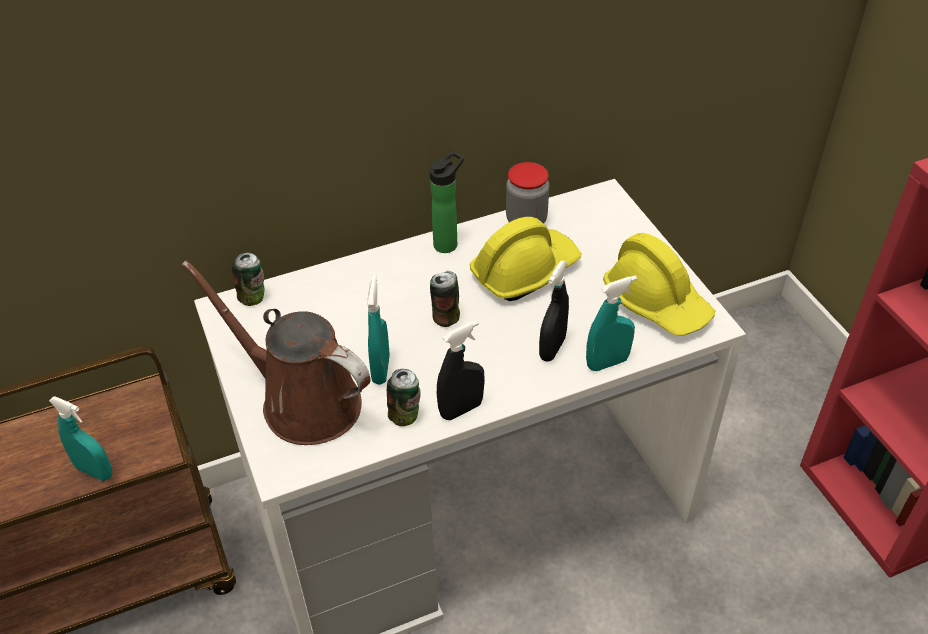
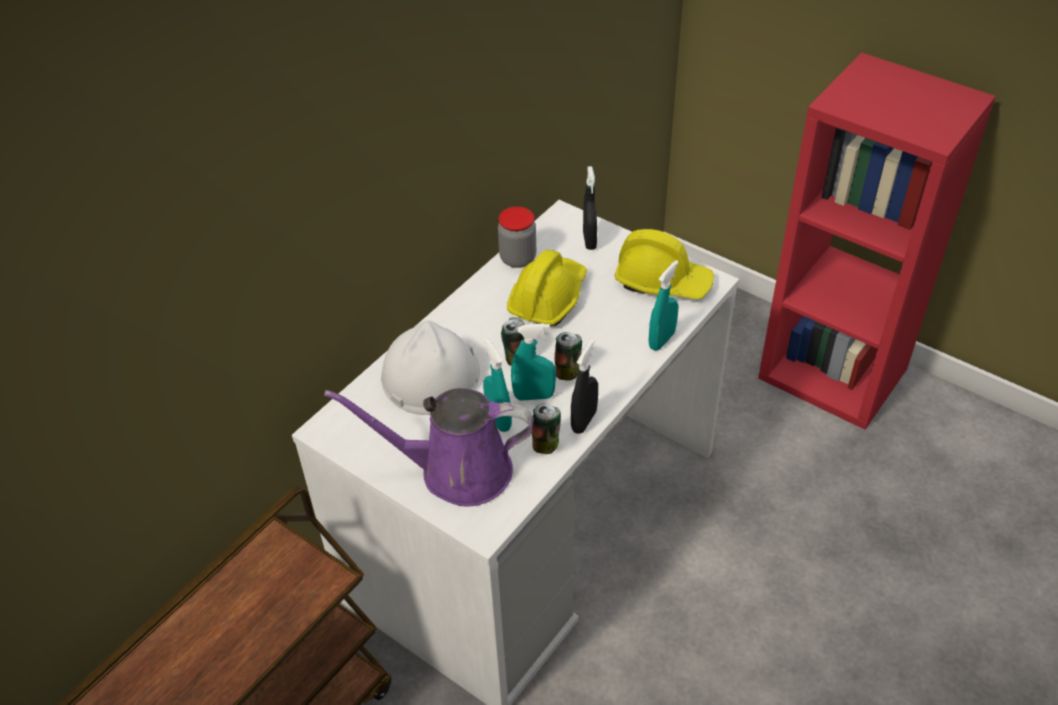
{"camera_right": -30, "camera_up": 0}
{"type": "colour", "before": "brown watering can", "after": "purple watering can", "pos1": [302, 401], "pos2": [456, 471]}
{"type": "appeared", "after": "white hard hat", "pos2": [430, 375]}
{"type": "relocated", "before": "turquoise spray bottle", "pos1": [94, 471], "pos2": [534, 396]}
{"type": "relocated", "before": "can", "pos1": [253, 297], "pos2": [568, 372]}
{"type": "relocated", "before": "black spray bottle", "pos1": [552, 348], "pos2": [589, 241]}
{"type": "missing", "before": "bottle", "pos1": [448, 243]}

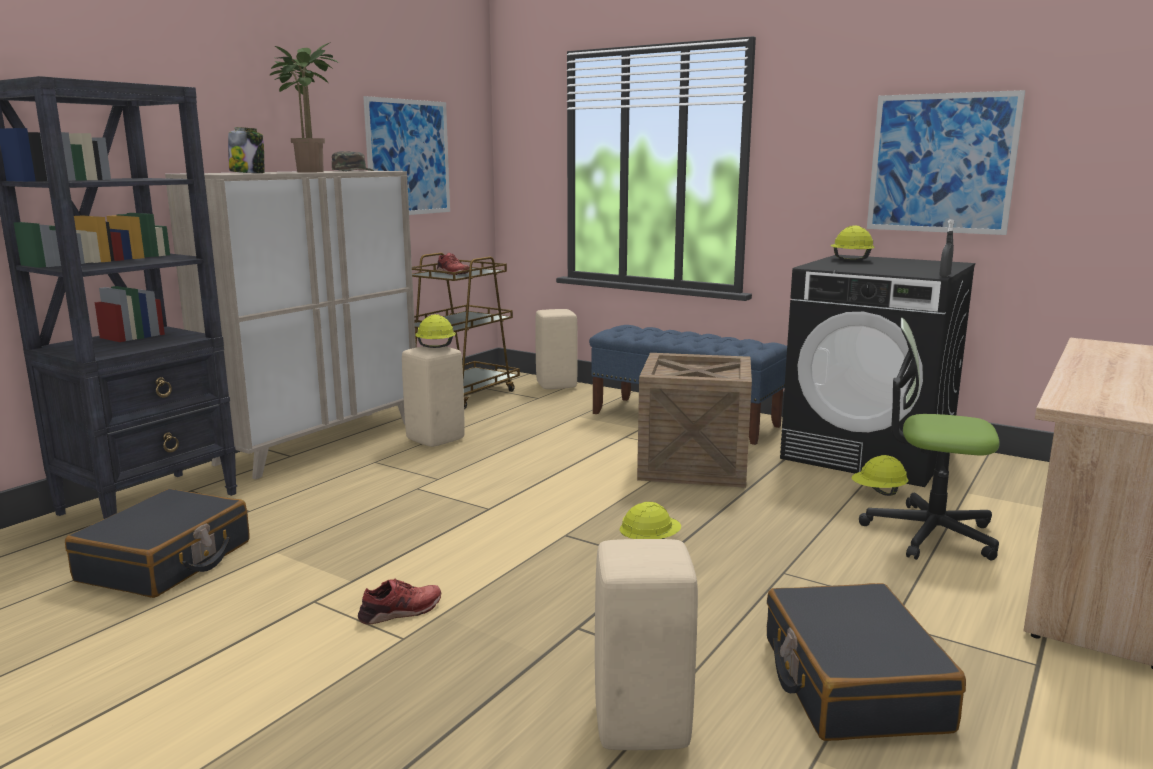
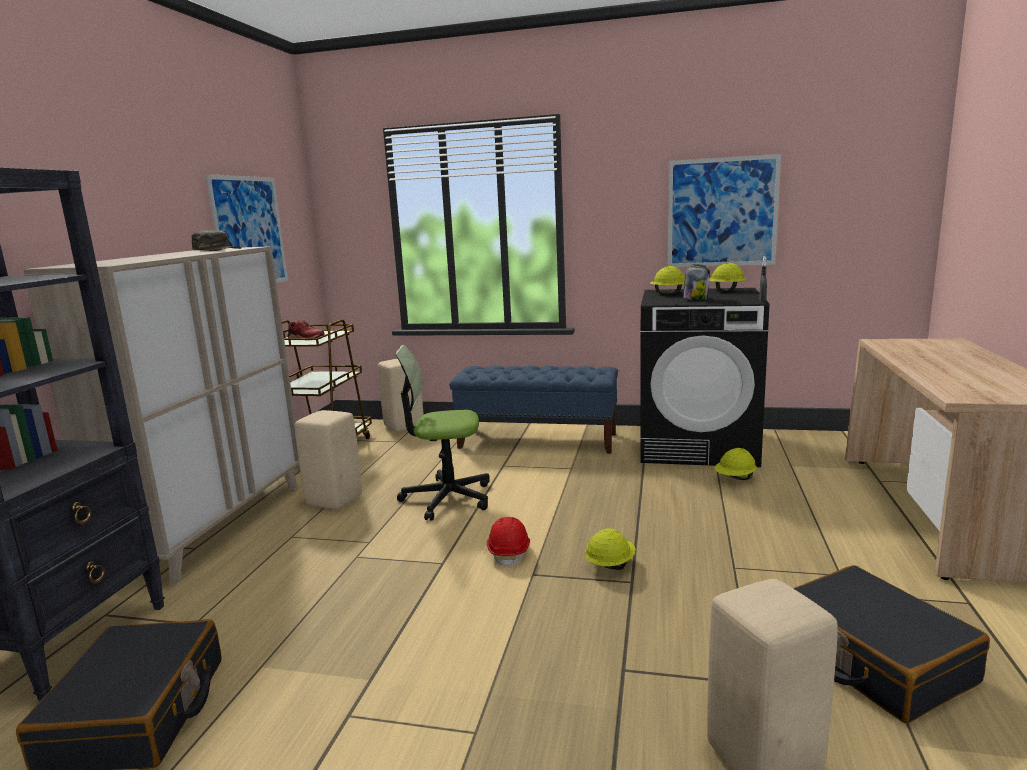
{"camera_right": -20, "camera_up": 0}
{"type": "relocated", "before": "office chair", "pos1": [929, 533], "pos2": [447, 498]}
{"type": "appeared", "after": "red hard hat", "pos2": [509, 552]}
{"type": "relocated", "before": "jar", "pos1": [248, 173], "pos2": [695, 299]}
{"type": "relocated", "before": "yellow hard hat", "pos1": [435, 346], "pos2": [724, 290]}
{"type": "missing", "before": "potted plant", "pos1": [310, 172]}
{"type": "missing", "before": "red shoe", "pos1": [400, 611]}
{"type": "missing", "before": "crate", "pos1": [693, 465]}

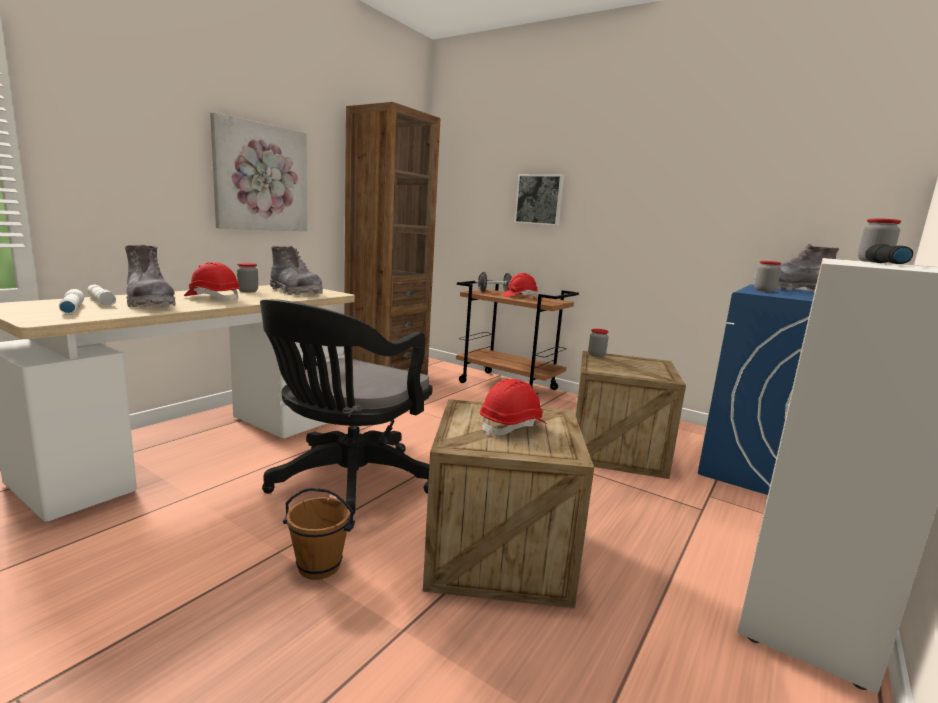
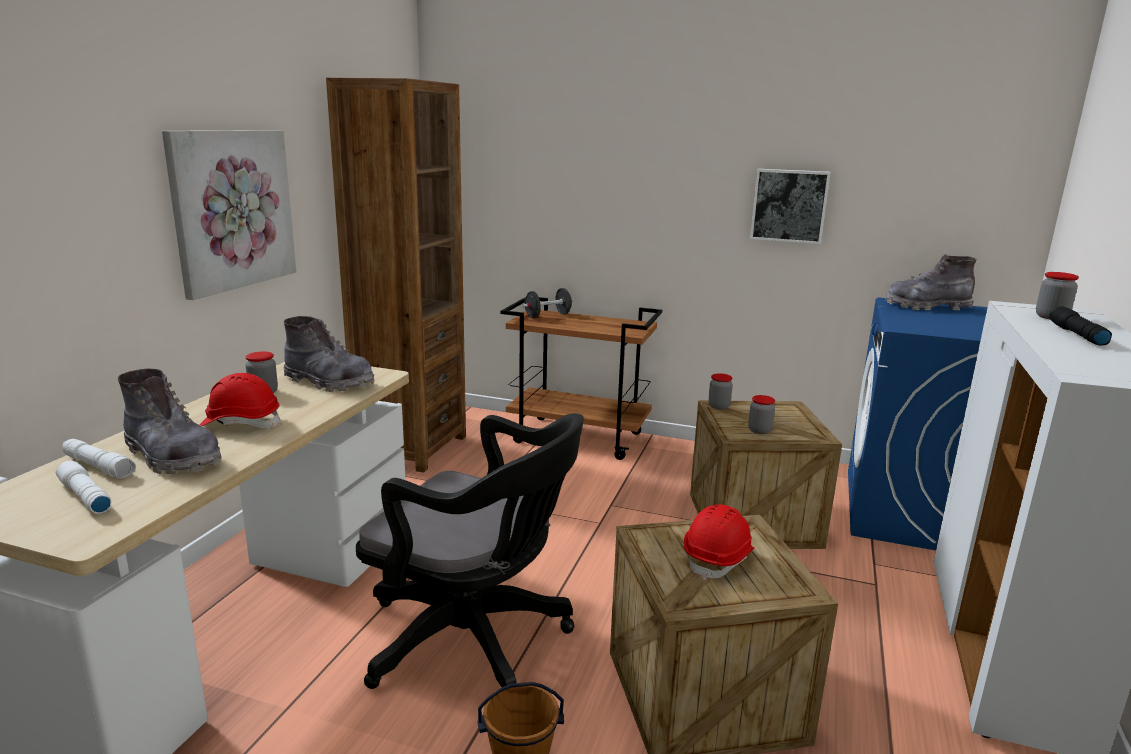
{"camera_right": -15, "camera_up": 5}
{"type": "spun", "before": "black office chair", "pos1": [346, 484], "pos2": [475, 641], "turn": -75}
{"type": "relocated", "before": "jar", "pos1": [764, 291], "pos2": [759, 430]}
{"type": "relocated", "before": "picture", "pos1": [539, 200], "pos2": [789, 205]}
{"type": "missing", "before": "red hard hat", "pos1": [519, 296]}

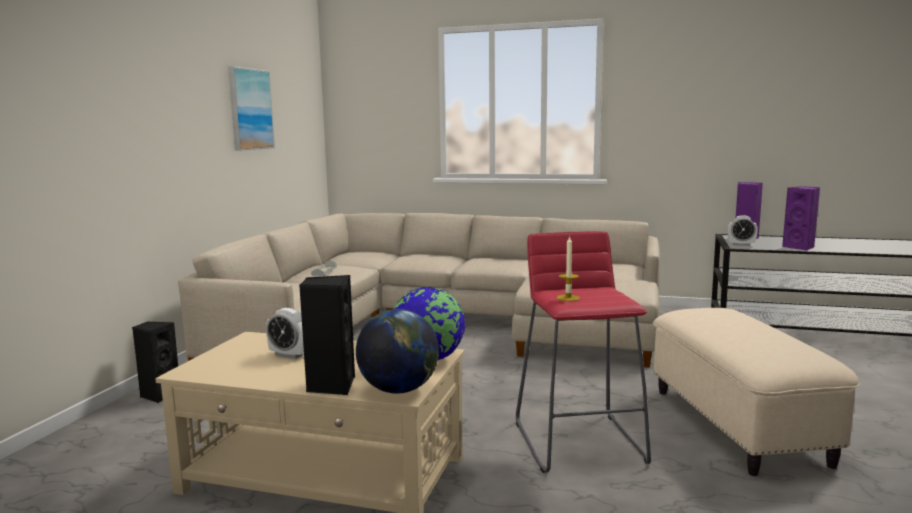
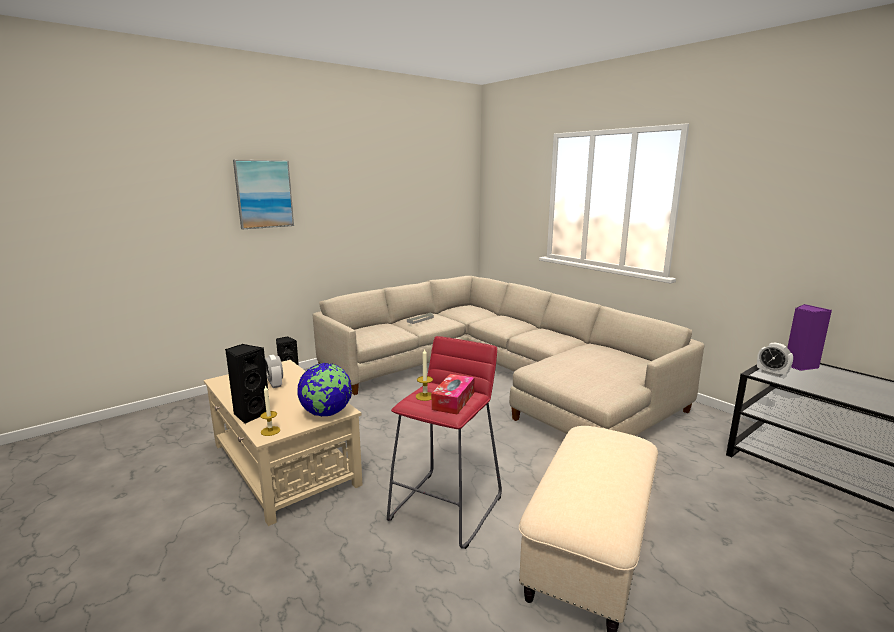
{"camera_right": 35, "camera_up": 5}
{"type": "relocated", "before": "picture", "pos1": [250, 109], "pos2": [264, 194]}
{"type": "exchanged", "before": "globe", "after": "candle", "pos1": [399, 390], "pos2": [270, 431]}
{"type": "appeared", "after": "tissue box", "pos2": [453, 401]}
{"type": "missing", "before": "purple speaker", "pos1": [800, 247]}

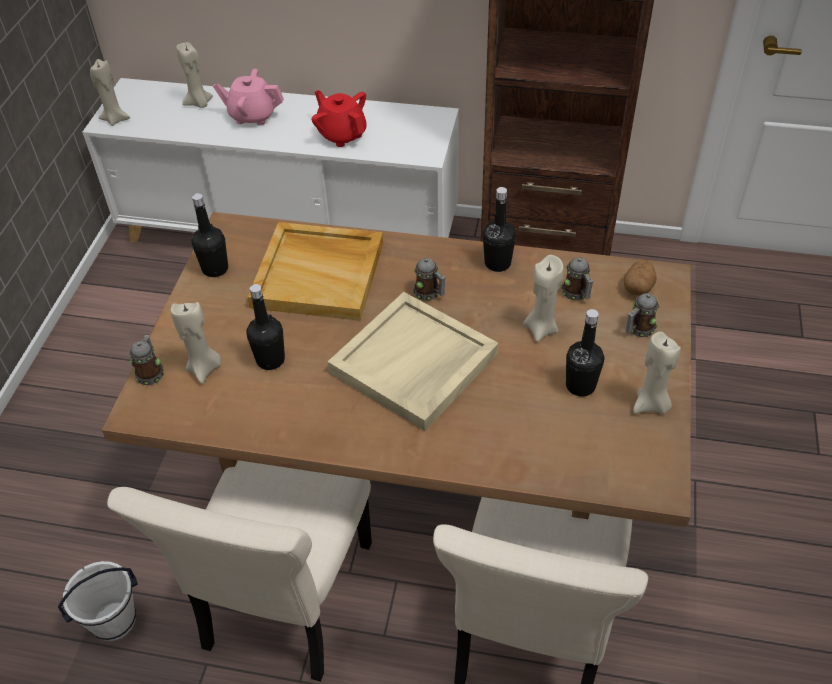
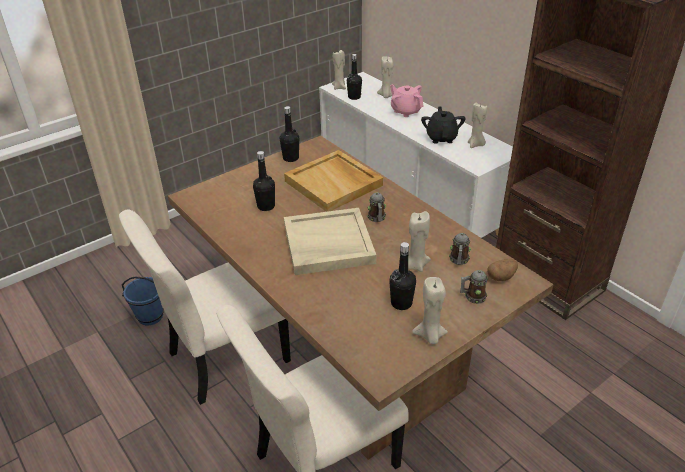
{"camera_right": 40, "camera_up": -10}
{"type": "colour", "before": "white bucket", "after": "blue bucket", "pos1": [114, 622], "pos2": [150, 317]}
{"type": "relocated", "before": "black bottle", "pos1": [497, 263], "pos2": [354, 97]}
{"type": "colour", "before": "red teapot", "after": "black teapot", "pos1": [342, 134], "pos2": [441, 138]}
{"type": "relocated", "before": "beige candle", "pos1": [204, 368], "pos2": [475, 145]}
{"type": "missing", "before": "mug", "pos1": [151, 372]}

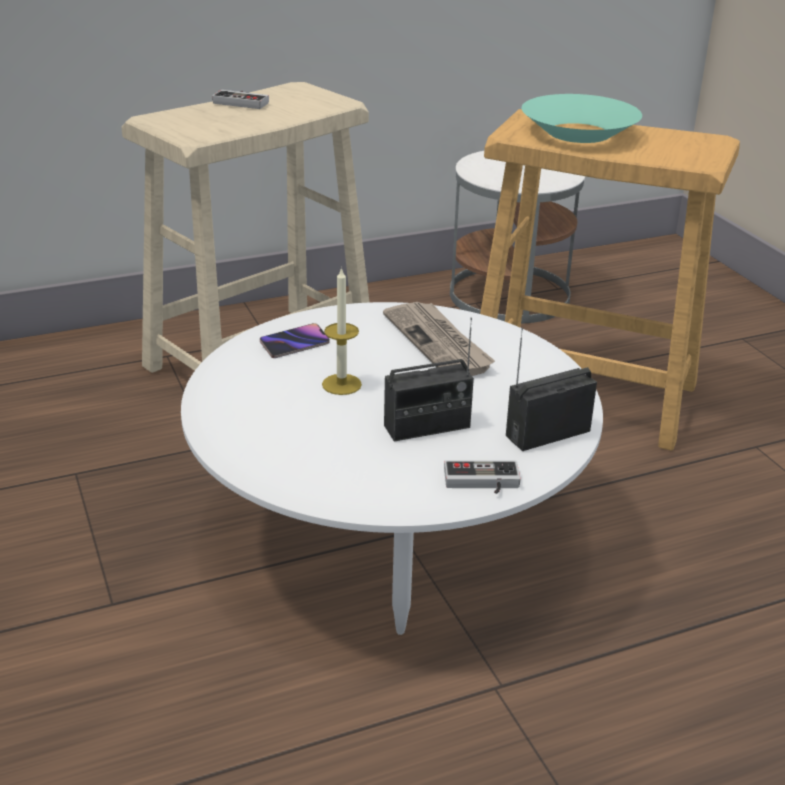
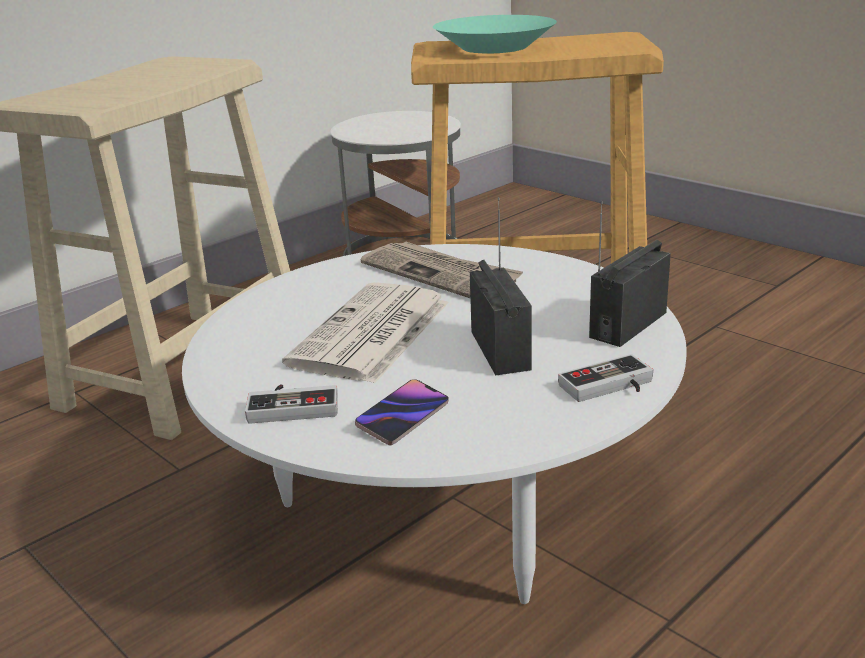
{"camera_right": -20, "camera_up": -5}
{"type": "relocated", "before": "game controller", "pos1": [243, 101], "pos2": [293, 405]}
{"type": "exchanged", "before": "candle", "after": "newspaper", "pos1": [341, 384], "pos2": [371, 334]}
{"type": "relocated", "before": "phone", "pos1": [295, 344], "pos2": [403, 416]}
{"type": "spun", "before": "radio", "pos1": [427, 427], "pos2": [501, 350], "turn": -60}

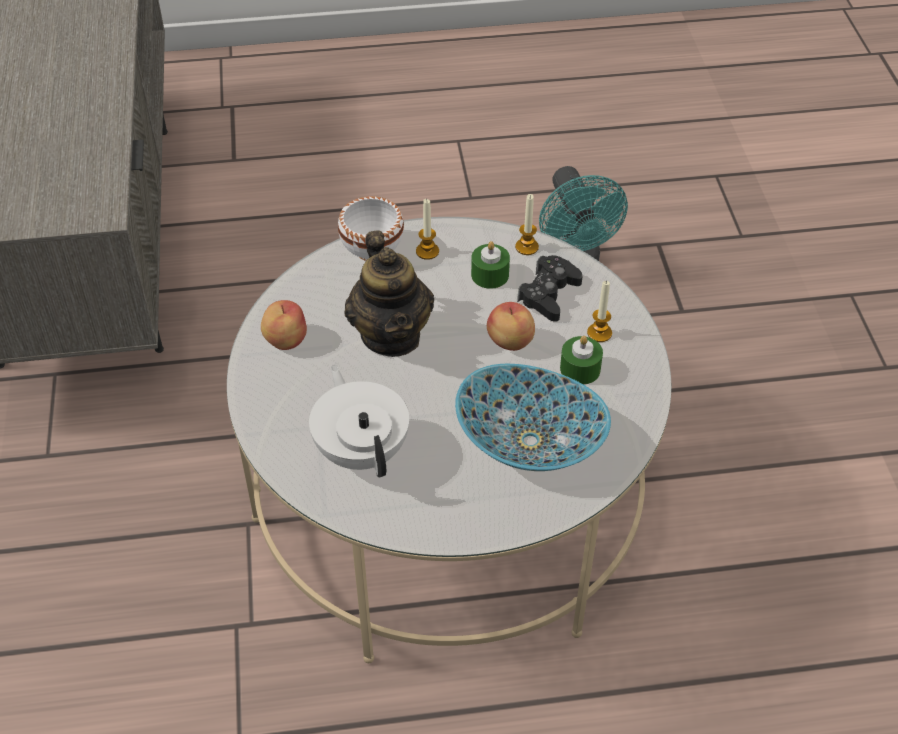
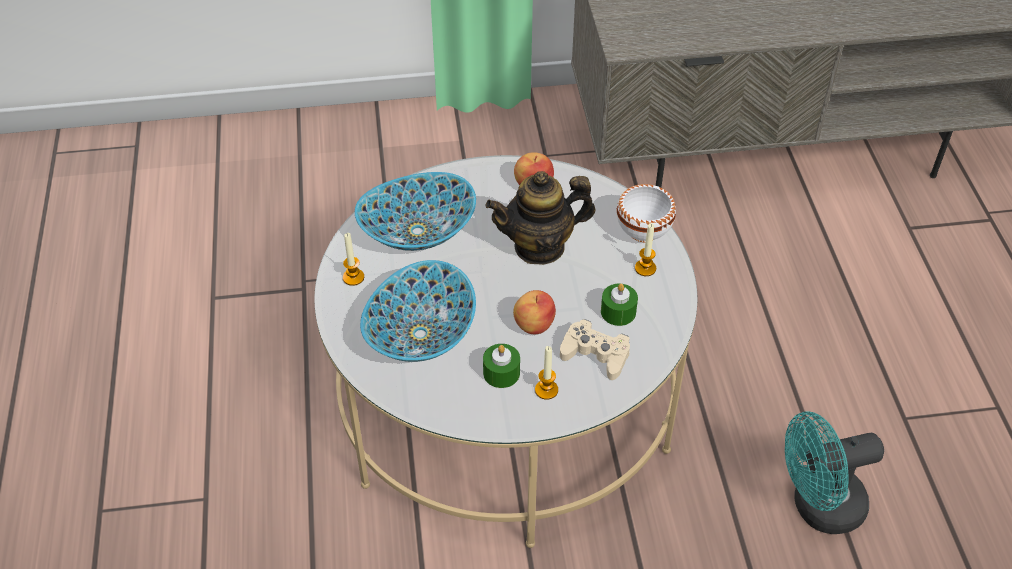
{"camera_right": 90, "camera_up": 0}
{"type": "relocated", "before": "candle", "pos1": [526, 247], "pos2": [353, 277]}
{"type": "exchanged", "before": "white teapot", "after": "bowl", "pos1": [362, 450], "pos2": [418, 232]}
{"type": "colour", "before": "black game controller", "after": "beige game controller", "pos1": [549, 294], "pos2": [595, 354]}

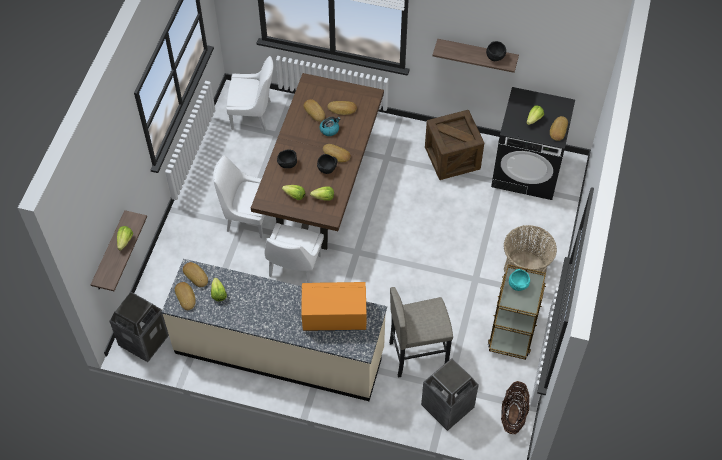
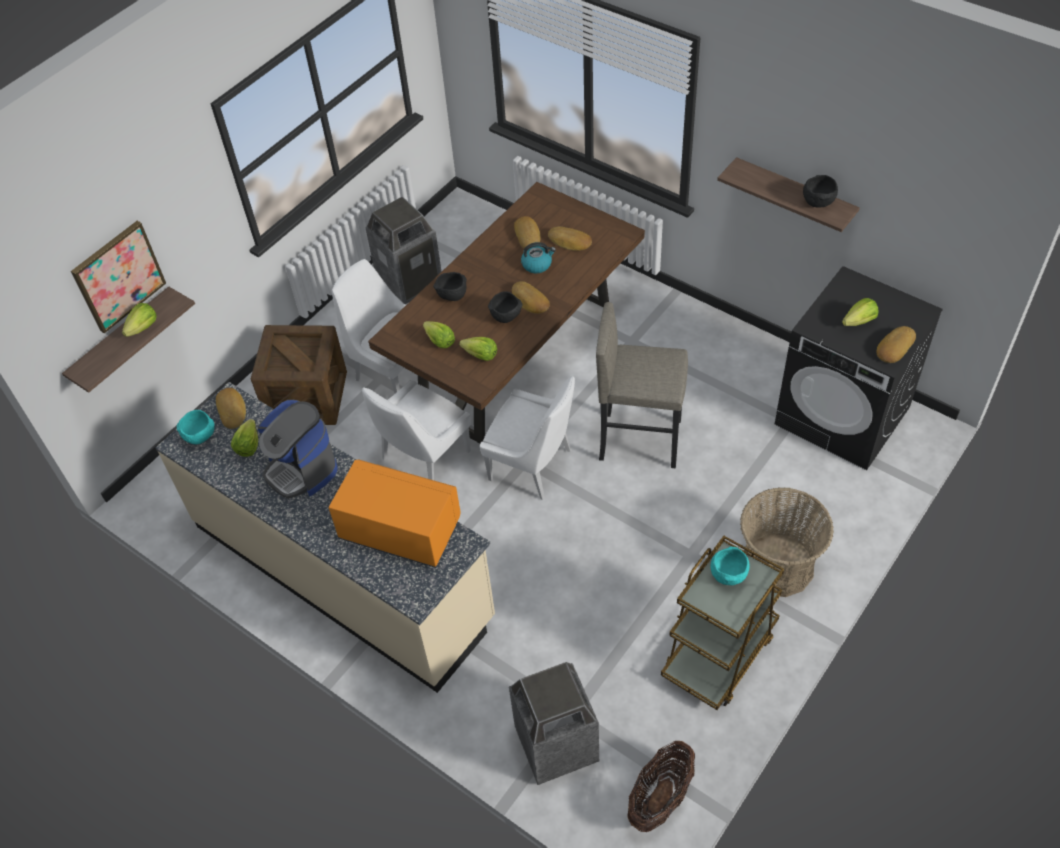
{"camera_right": 25, "camera_up": -5}
{"type": "appeared", "after": "picture", "pos2": [118, 276]}
{"type": "exchanged", "before": "bread", "after": "turquoise bowl", "pos1": [186, 297], "pos2": [201, 436]}
{"type": "relocated", "before": "crate", "pos1": [452, 158], "pos2": [307, 397]}
{"type": "appeared", "after": "coffee machine", "pos2": [301, 469]}
{"type": "relocated", "before": "trash can", "pos1": [144, 340], "pos2": [410, 281]}
{"type": "relocated", "before": "white chair", "pos1": [253, 115], "pos2": [533, 466]}
{"type": "relocated", "before": "grey stool", "pos1": [418, 354], "pos2": [640, 439]}

